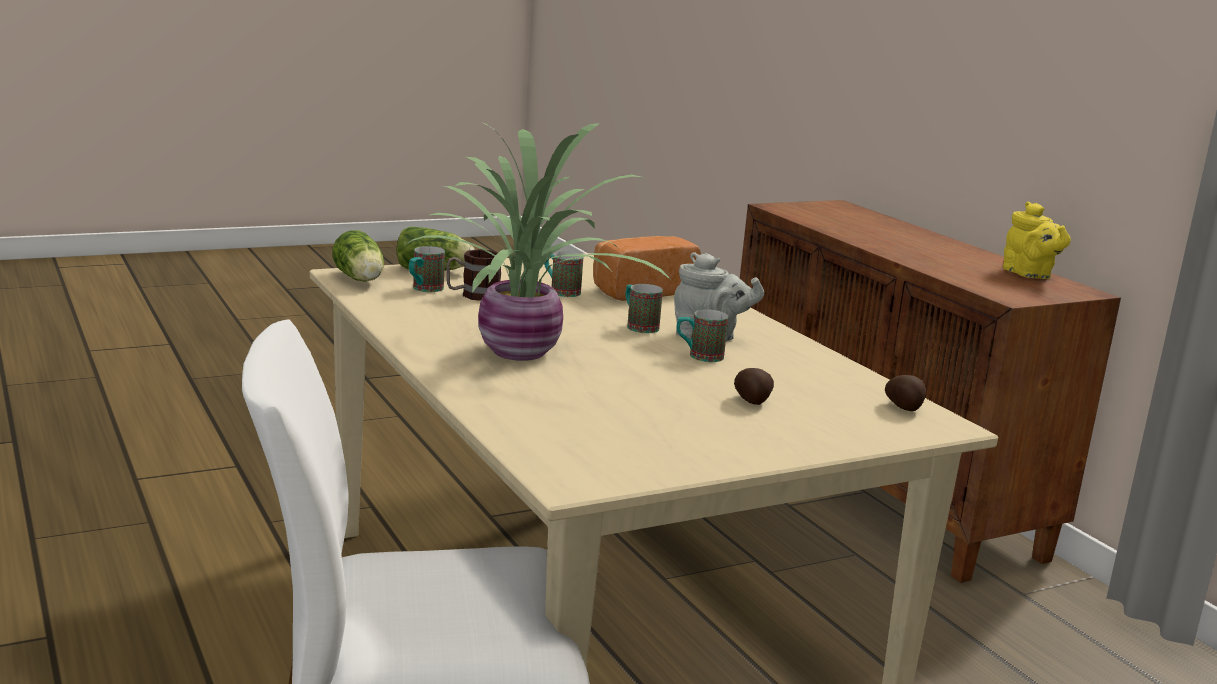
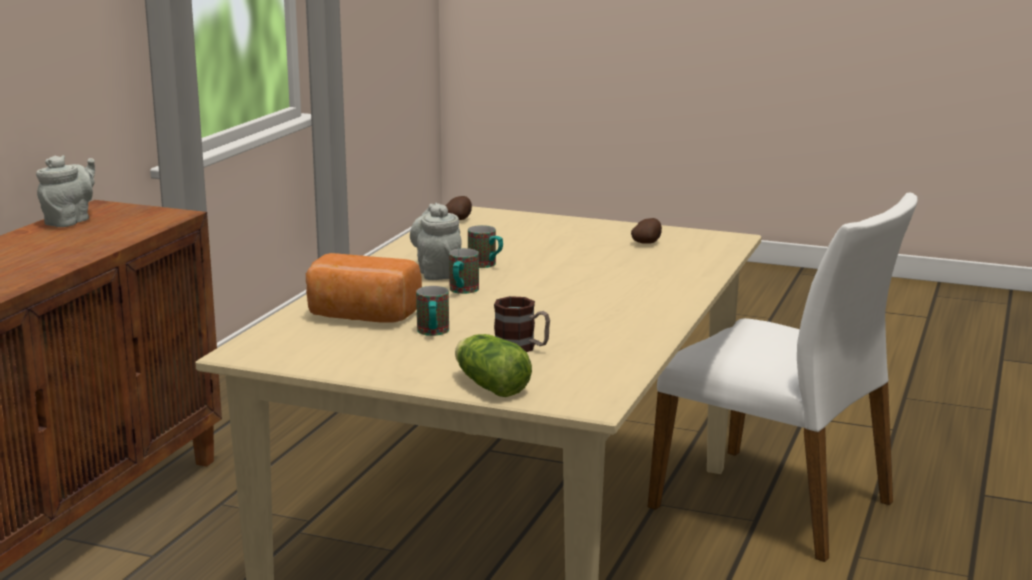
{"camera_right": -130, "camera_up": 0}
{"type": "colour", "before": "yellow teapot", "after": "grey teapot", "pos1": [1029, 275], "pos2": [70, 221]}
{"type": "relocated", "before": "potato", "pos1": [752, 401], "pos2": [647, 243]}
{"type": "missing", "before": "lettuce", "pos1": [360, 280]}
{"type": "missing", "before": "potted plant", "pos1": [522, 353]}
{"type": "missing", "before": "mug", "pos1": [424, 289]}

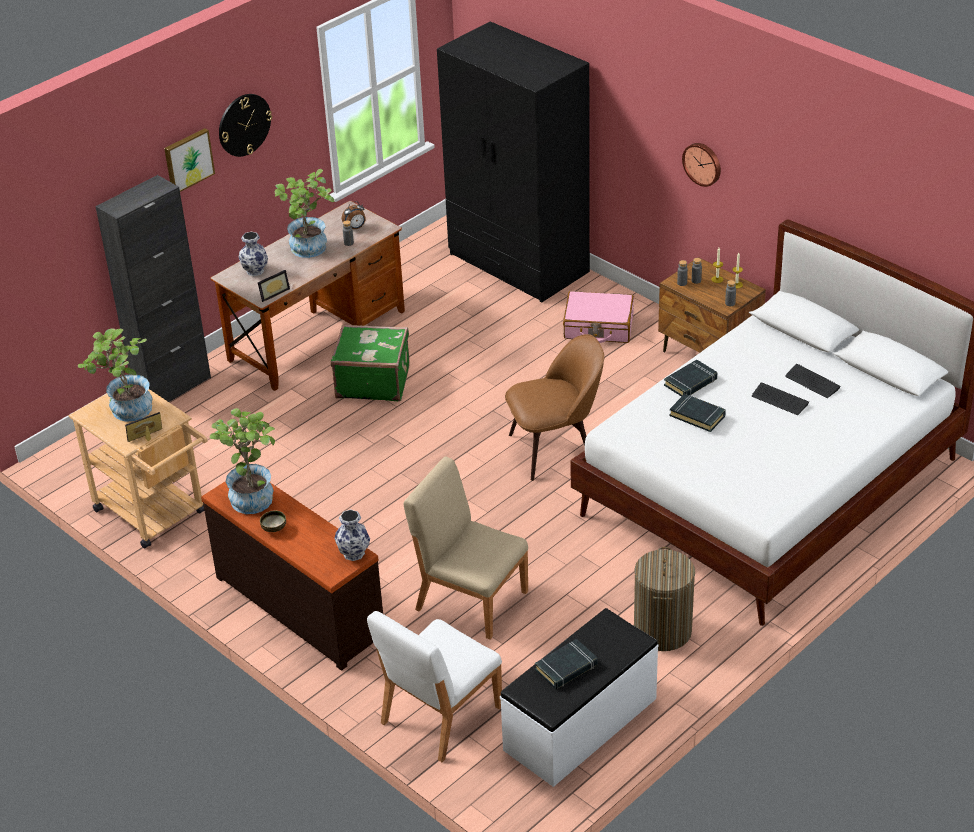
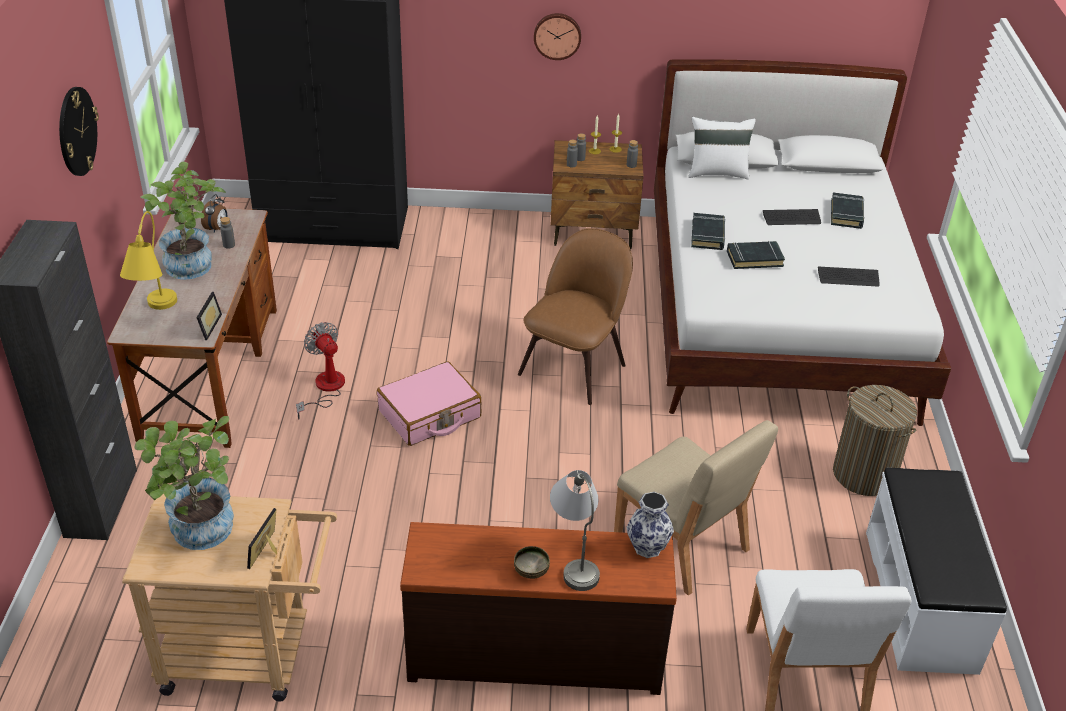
{"camera_right": -45, "camera_up": 0}
{"type": "exchanged", "before": "vase", "after": "yellow table lamp", "pos1": [255, 270], "pos2": [155, 312]}
{"type": "exchanged", "before": "green suitcase", "after": "fan", "pos1": [373, 381], "pos2": [325, 389]}
{"type": "relocated", "before": "pink suitcase", "pos1": [598, 327], "pos2": [429, 415]}
{"type": "appeared", "after": "grey table lamp", "pos2": [575, 558]}
{"type": "spun", "before": "beige chair", "pos1": [470, 599], "pos2": [682, 544], "turn": -120}
{"type": "appeared", "after": "white pillow", "pos2": [717, 173]}
{"type": "relocated", "before": "keyboard", "pos1": [812, 382], "pos2": [848, 278]}
{"type": "relocated", "before": "black book", "pos1": [566, 667], "pos2": [846, 214]}
{"type": "missing", "before": "picture", "pos1": [188, 160]}
{"type": "missing", "before": "potted plant", "pos1": [252, 495]}

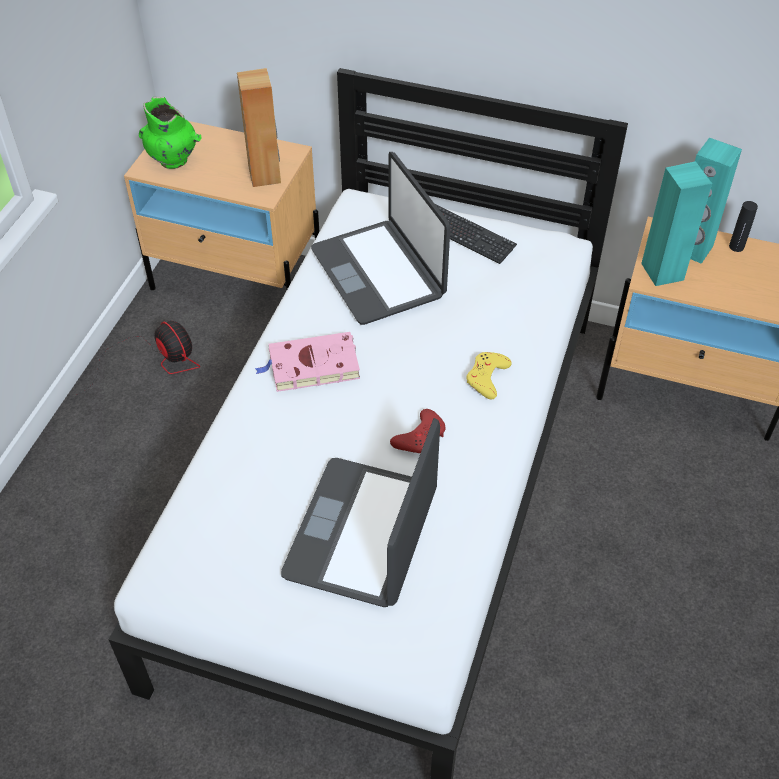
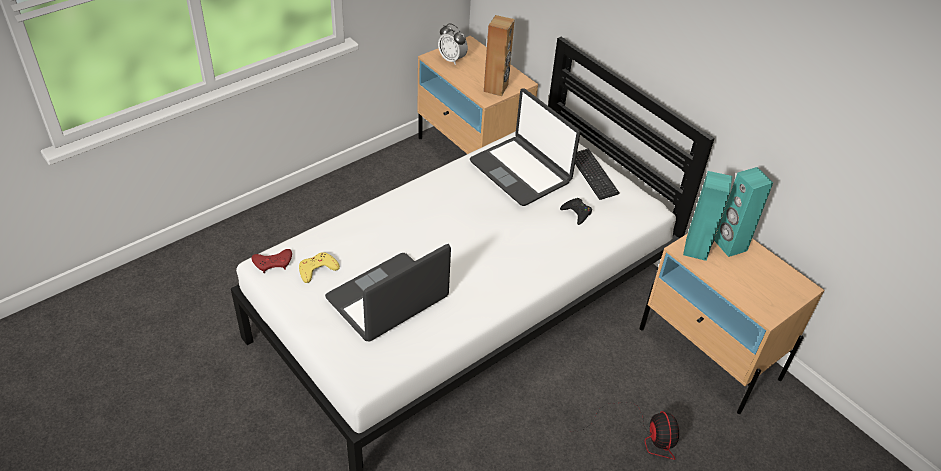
{"camera_right": 30, "camera_up": -5}
{"type": "relocated", "before": "red game controller", "pos1": [420, 437], "pos2": [273, 263]}
{"type": "relocated", "before": "yellow game controller", "pos1": [487, 377], "pos2": [317, 269]}
{"type": "exchanged", "before": "green vase", "after": "alarm clock", "pos1": [174, 161], "pos2": [452, 59]}
{"type": "spun", "before": "laptop", "pos1": [379, 272], "pos2": [521, 171], "turn": -45}
{"type": "appeared", "after": "black game controller", "pos2": [576, 213]}
{"type": "relocated", "before": "fan", "pos1": [155, 361], "pos2": [641, 434]}
{"type": "missing", "before": "pink book", "pos1": [311, 366]}
{"type": "missing", "before": "black bottle", "pos1": [736, 247]}

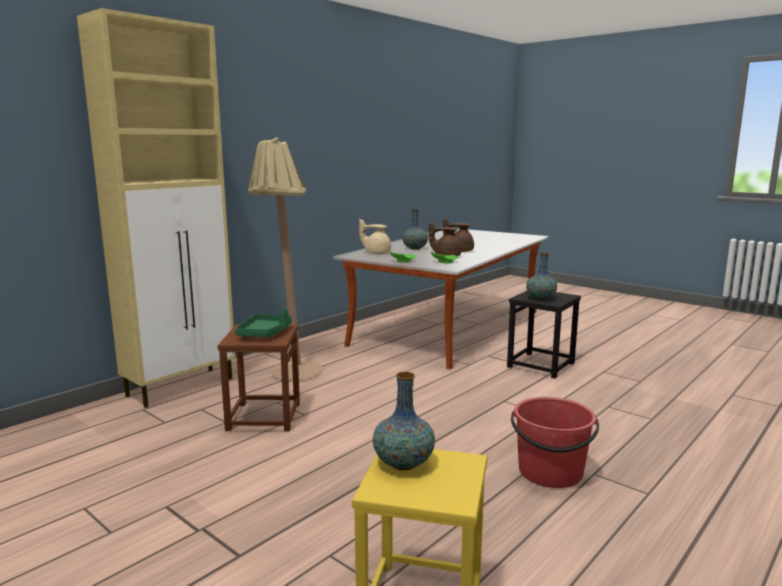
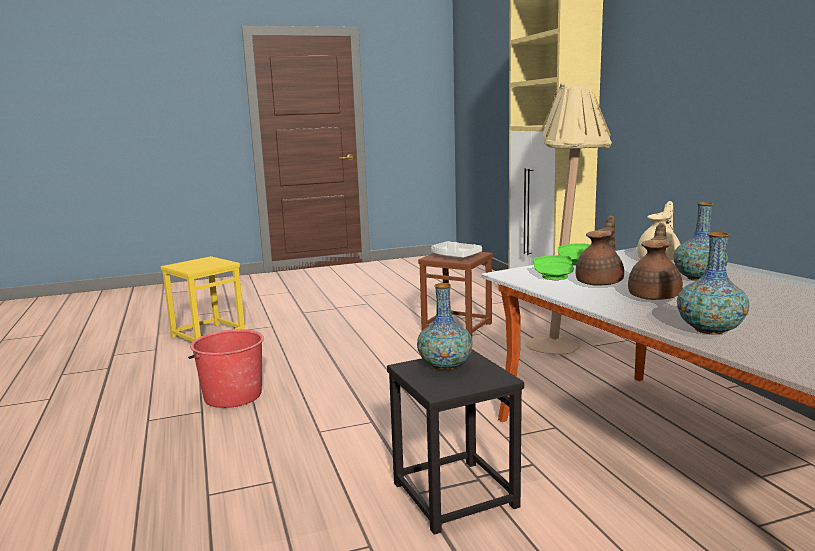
{"camera_right": 120, "camera_up": 0}
{"type": "colour", "before": "green tray", "after": "grey tray", "pos1": [265, 333], "pos2": [455, 256]}
{"type": "relocated", "before": "vase", "pos1": [403, 463], "pos2": [709, 330]}

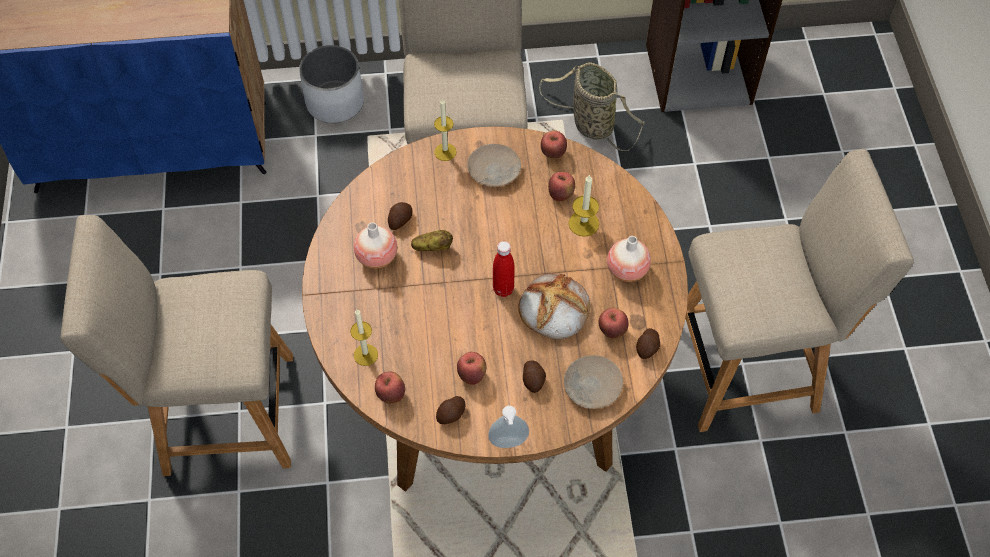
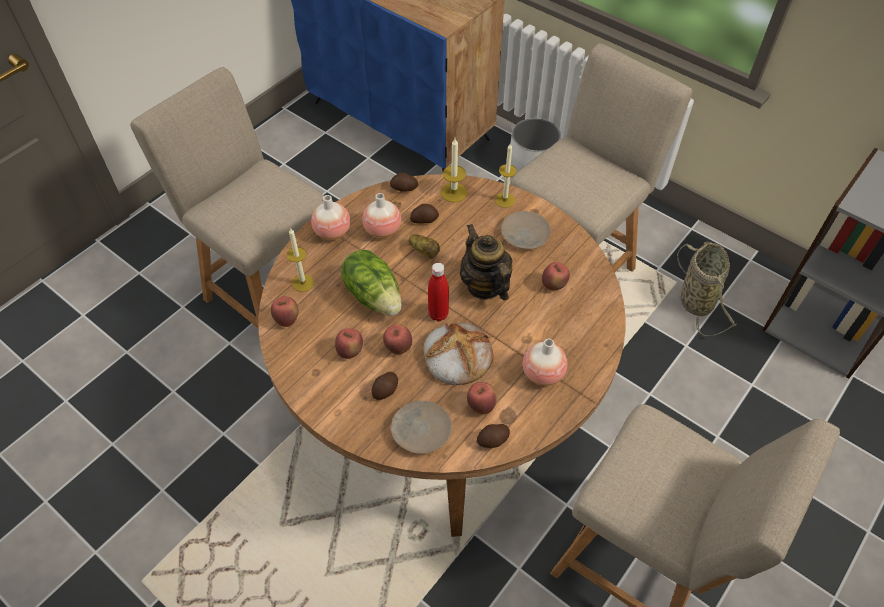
{"camera_right": 45, "camera_up": -5}
{"type": "appeared", "after": "vase", "pos2": [332, 232]}
{"type": "appeared", "after": "lettuce", "pos2": [374, 295]}
{"type": "relocated", "before": "apple", "pos1": [553, 153], "pos2": [398, 347]}
{"type": "relocated", "before": "potato", "pos1": [452, 414], "pos2": [404, 188]}
{"type": "relocated", "before": "candle", "pos1": [583, 223], "pos2": [454, 192]}
{"type": "appeared", "after": "teapot", "pos2": [484, 285]}
{"type": "missing", "before": "soap dispenser", "pos1": [508, 444]}

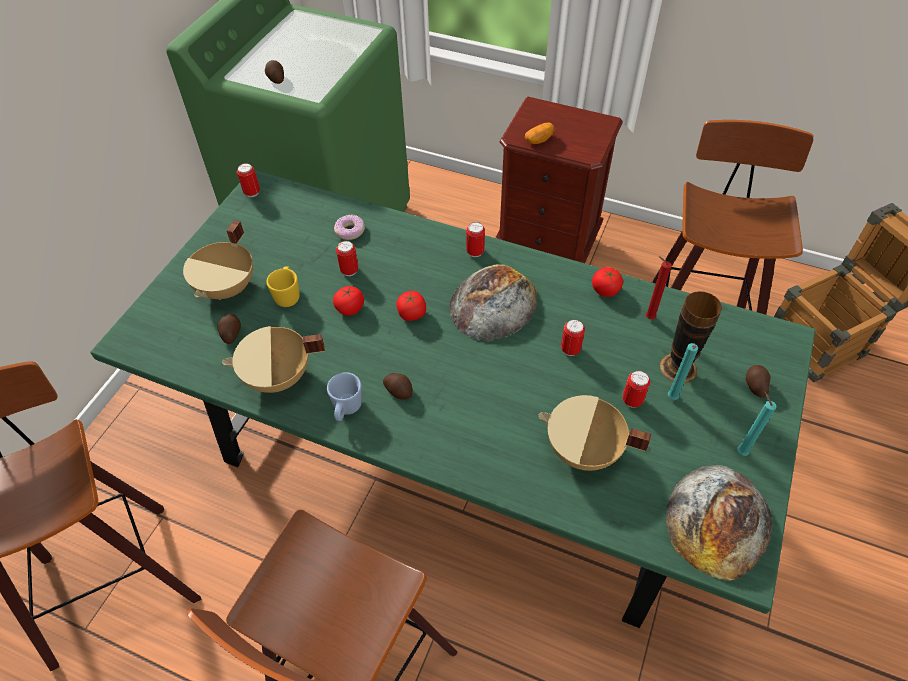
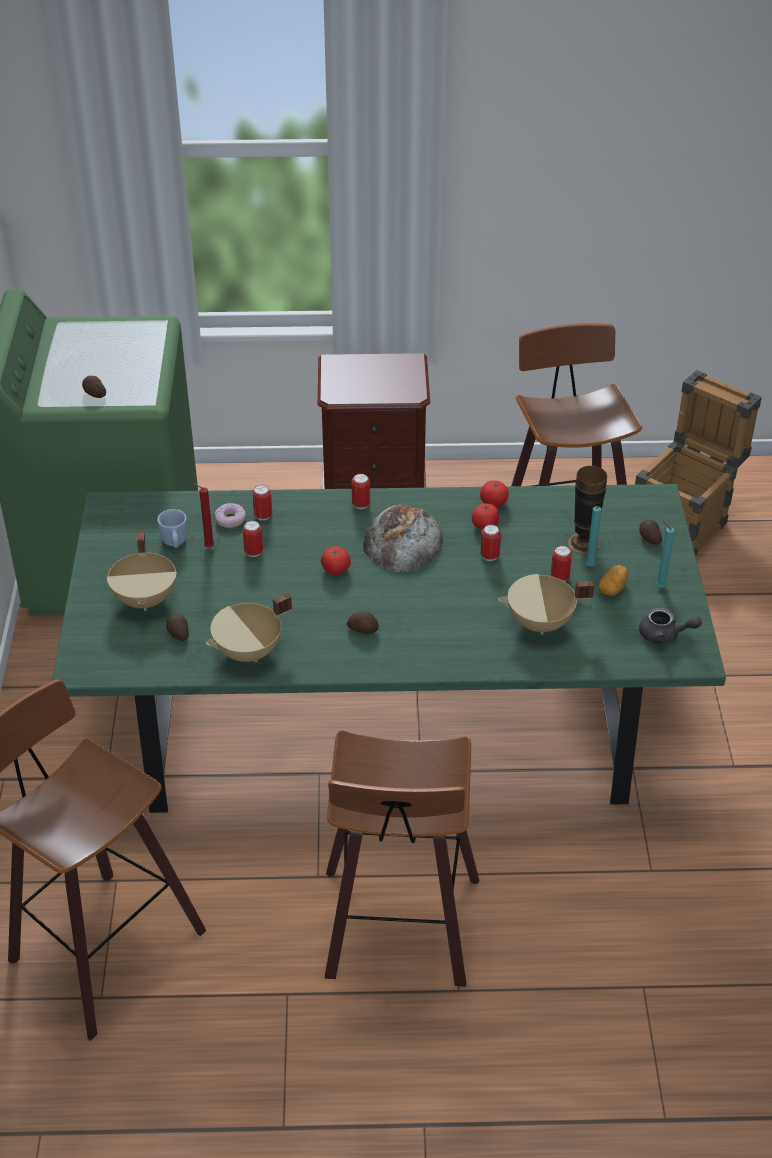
{"camera_right": -25, "camera_up": -10}
{"type": "relocated", "before": "blue mug", "pos1": [346, 409], "pos2": [175, 543]}
{"type": "relocated", "before": "red candle", "pos1": [648, 317], "pos2": [207, 547]}
{"type": "relocated", "before": "can", "pos1": [252, 192], "pos2": [263, 515]}
{"type": "relocated", "before": "tomato", "pos1": [350, 308], "pos2": [485, 525]}
{"type": "relocated", "before": "potato", "pos1": [539, 140], "pos2": [612, 588]}
{"type": "exchanged", "before": "bread", "after": "grey teapot", "pos1": [718, 520], "pos2": [664, 635]}
{"type": "missing", "before": "yellow mug", "pos1": [288, 295]}

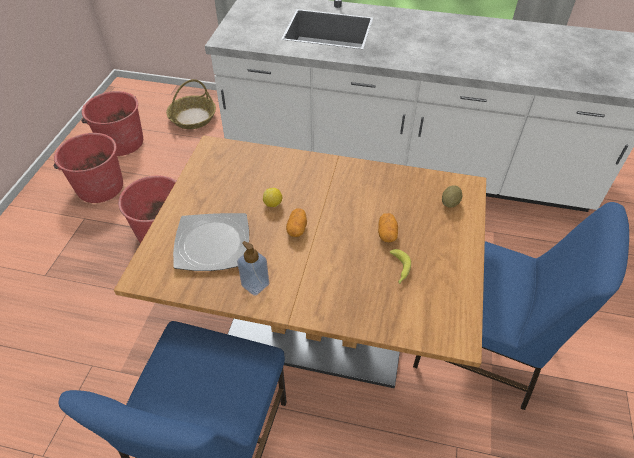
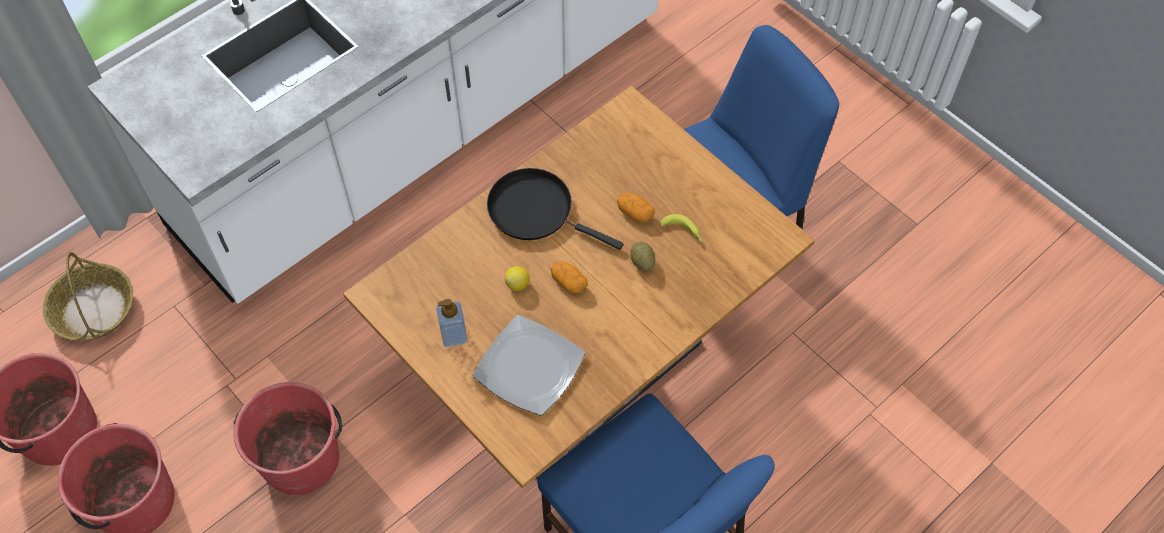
{"camera_right": -55, "camera_up": 10}
{"type": "relocated", "before": "soap dispenser", "pos1": [255, 284], "pos2": [454, 335]}
{"type": "appeared", "after": "black frying pan", "pos2": [536, 210]}
{"type": "relocated", "before": "potato", "pos1": [450, 203], "pos2": [642, 262]}

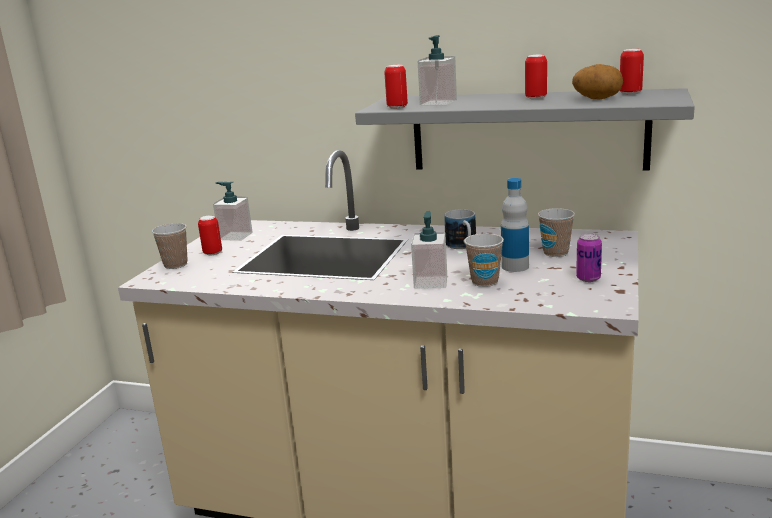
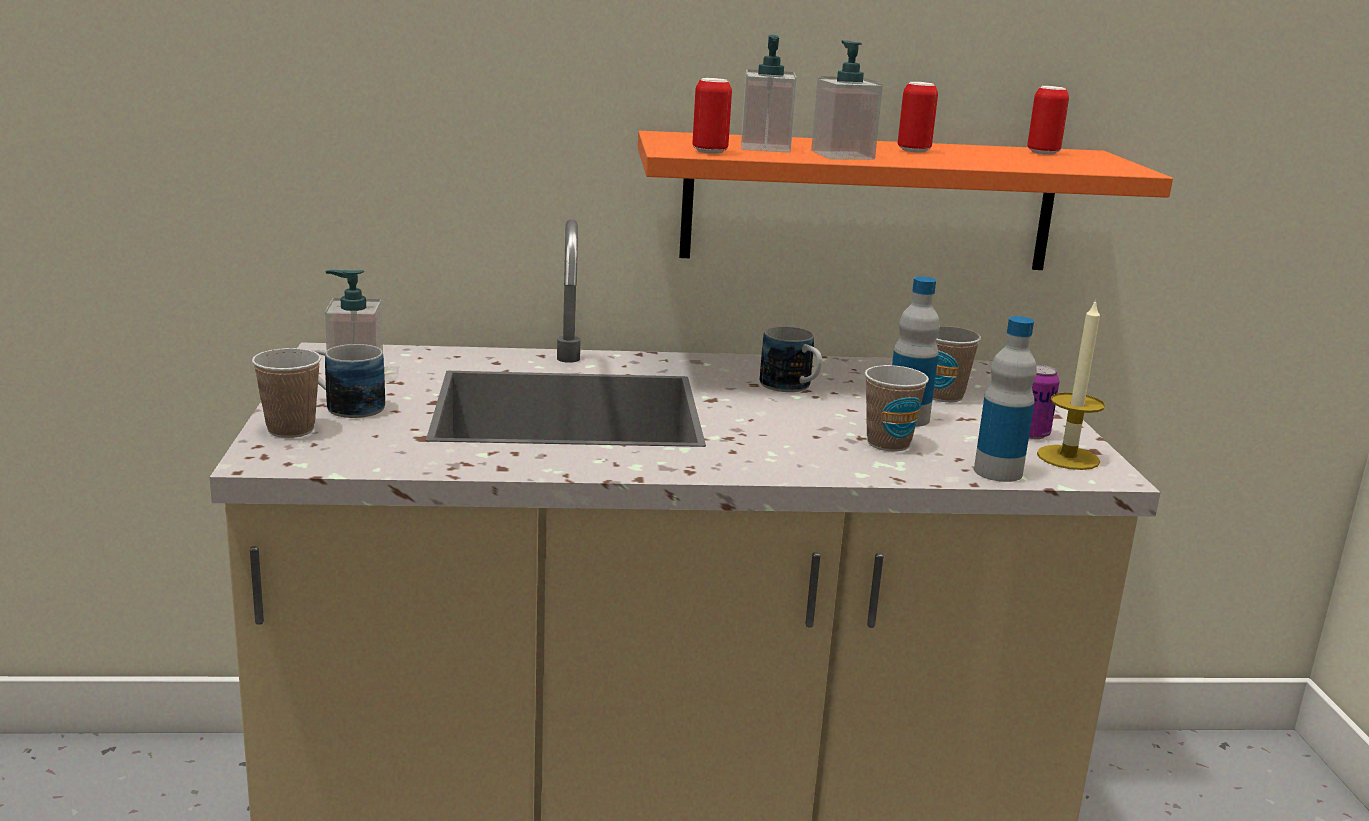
{"camera_right": -25, "camera_up": 0}
{"type": "exchanged", "before": "can", "after": "mug", "pos1": [212, 253], "pos2": [344, 406]}
{"type": "colour", "before": "grey shelf", "after": "orange shelf", "pos1": [527, 131], "pos2": [869, 202]}
{"type": "relocated", "before": "soap dispenser", "pos1": [430, 282], "pos2": [842, 155]}
{"type": "appeared", "after": "bottle", "pos2": [998, 472]}
{"type": "appeared", "after": "candle", "pos2": [1068, 457]}
{"type": "missing", "before": "potato", "pos1": [597, 98]}

